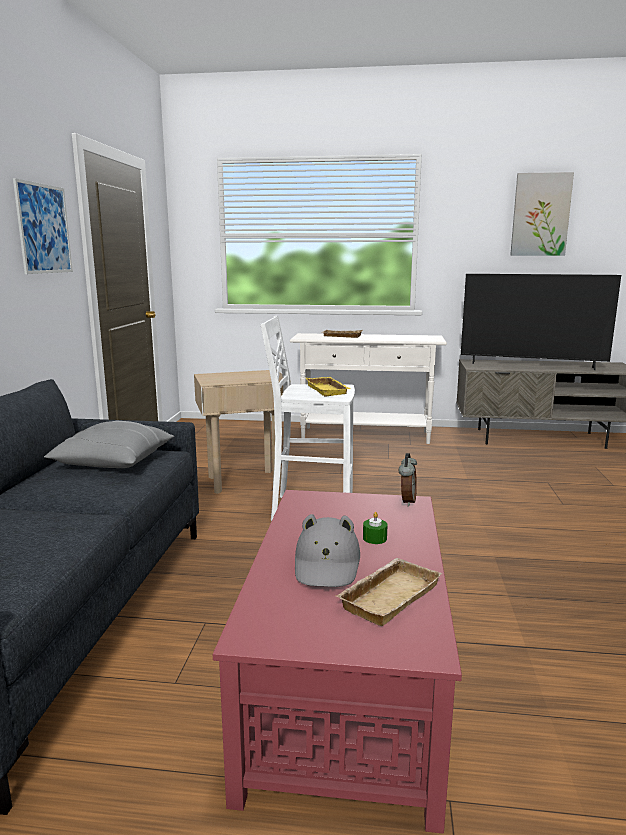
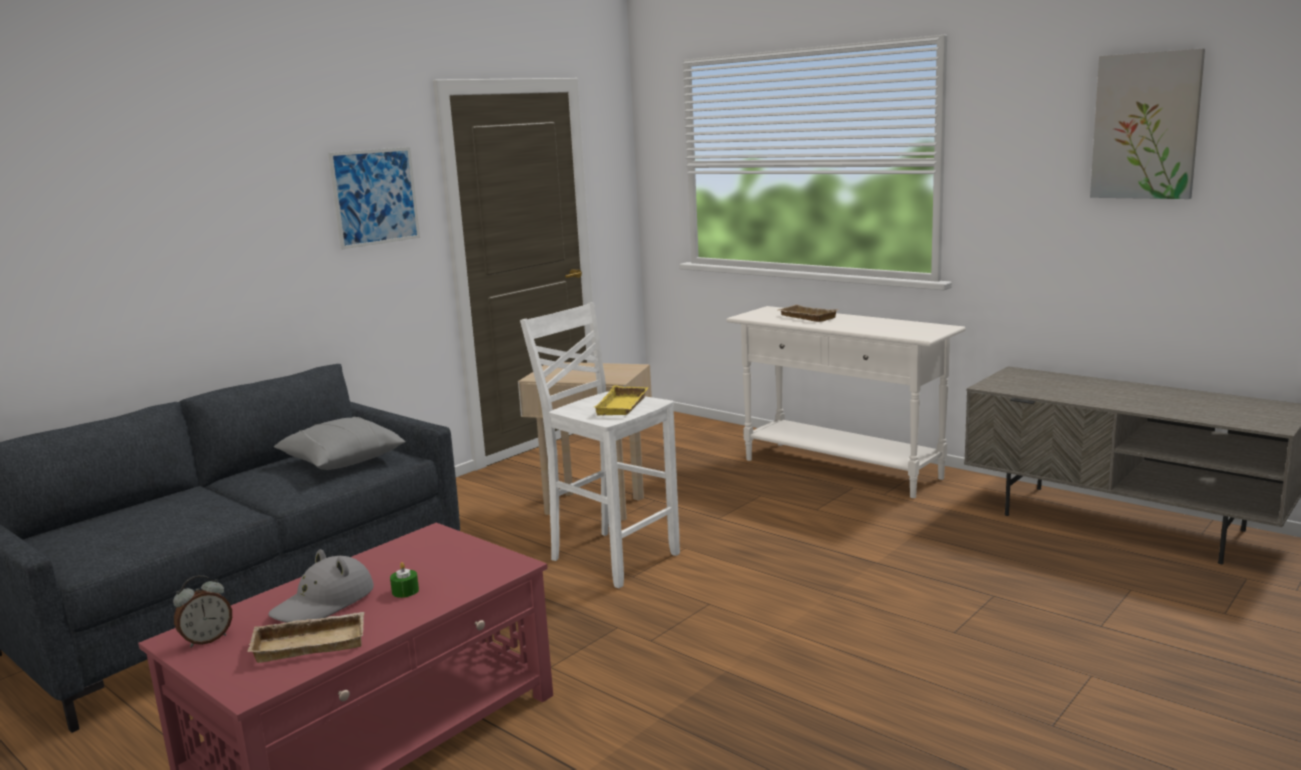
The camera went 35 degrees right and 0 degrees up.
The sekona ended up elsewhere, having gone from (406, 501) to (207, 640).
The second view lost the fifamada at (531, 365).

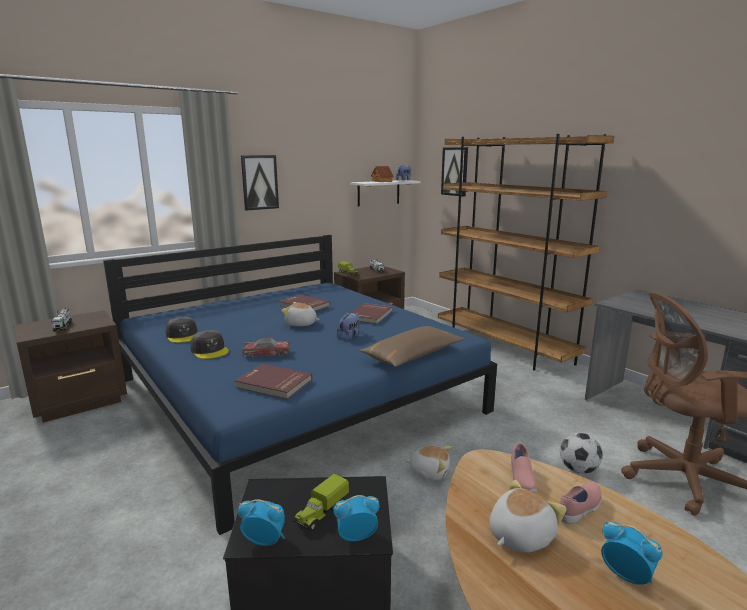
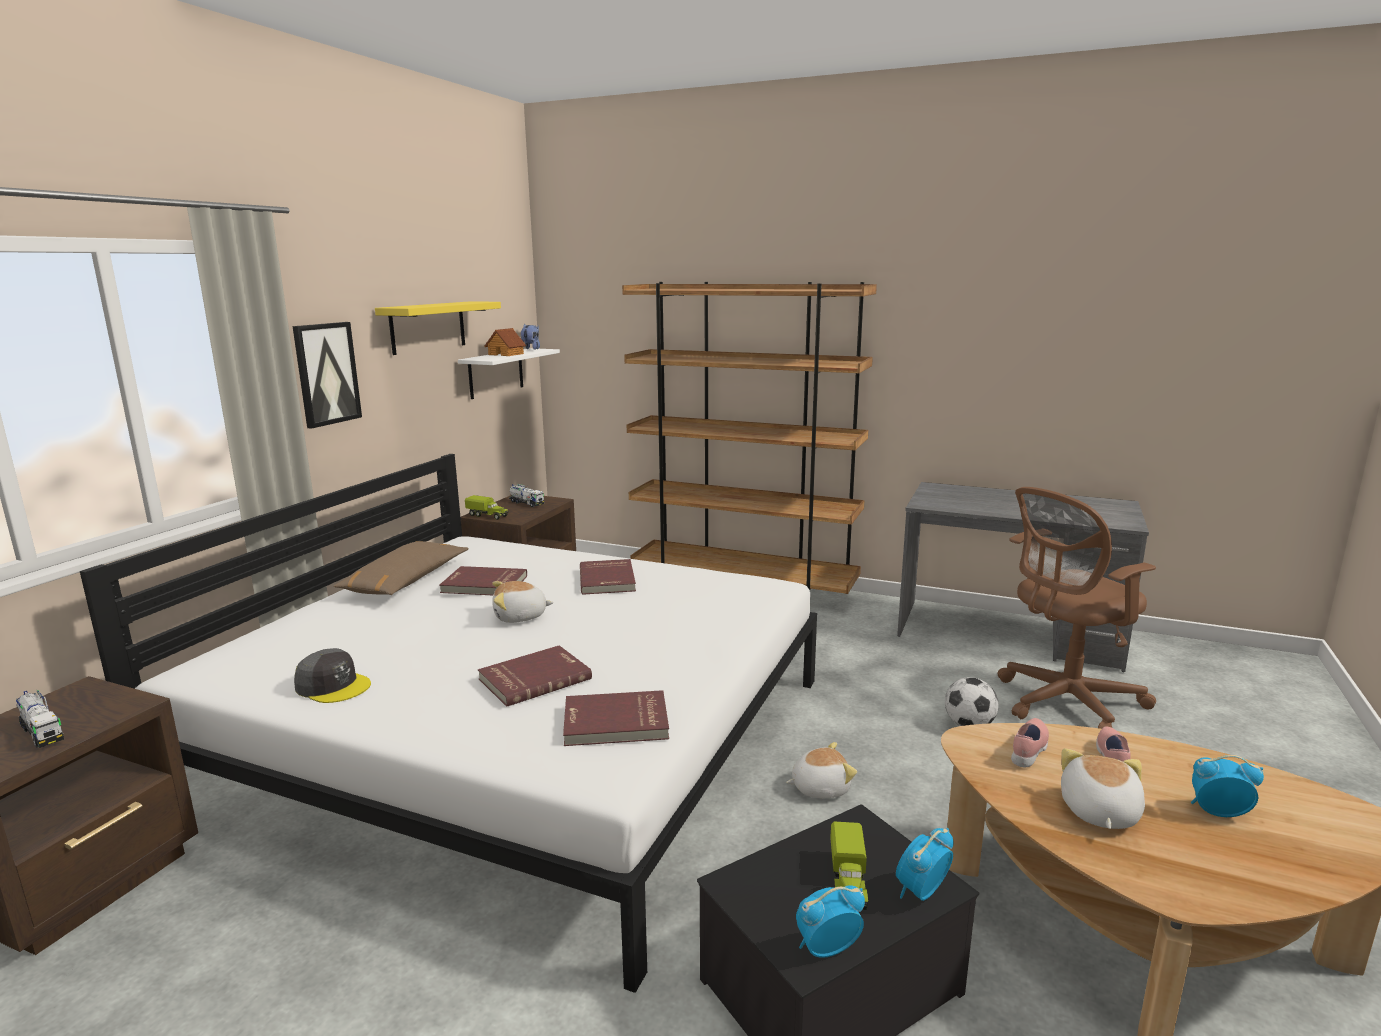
The camera went 30 degrees left and 0 degrees up.
What was the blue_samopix at (296, 394) turned into the white_samopix at (520, 738).
The second view lost the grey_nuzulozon at (210, 350).
Where the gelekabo stood at (266, 353), the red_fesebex came to stand at (534, 678).
The second view lost the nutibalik at (349, 336).
The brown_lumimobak ended up elsewhere, having gone from (412, 355) to (405, 581).
The second view lost the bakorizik at (455, 171).
The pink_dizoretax at (521, 480) ended up facing another way, 120 degrees counterclockwise from before.
The second view gained the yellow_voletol at (428, 327).

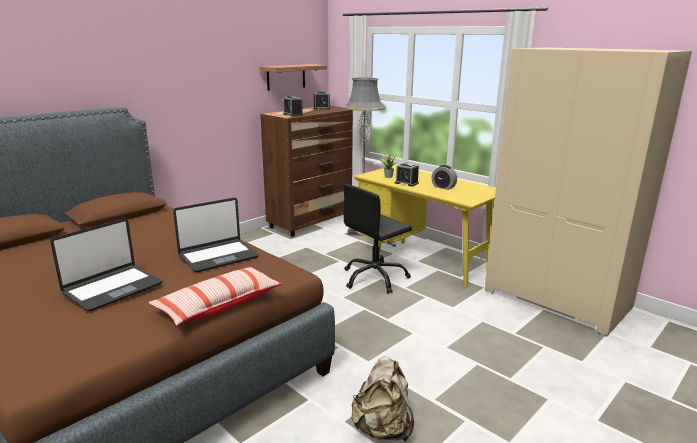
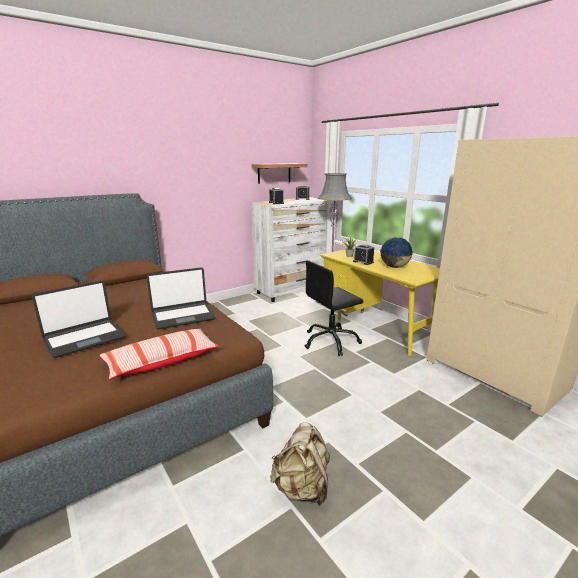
The camera went 10 degrees right and 0 degrees up.
What was the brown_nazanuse at (312, 222) turned into the white_nazanuse at (292, 290).
Where the sekona stood at (443, 187), the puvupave came to stand at (394, 267).

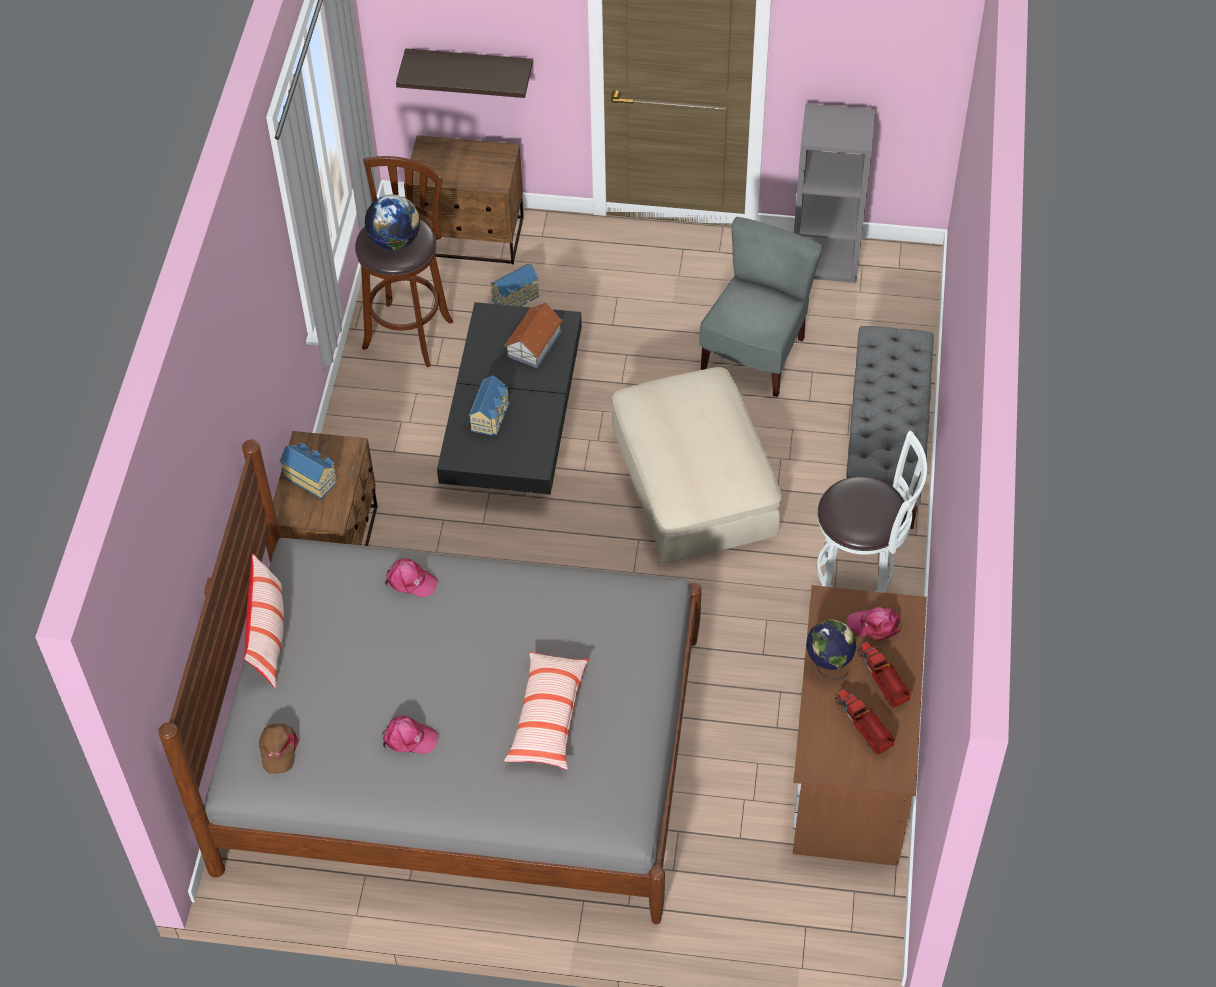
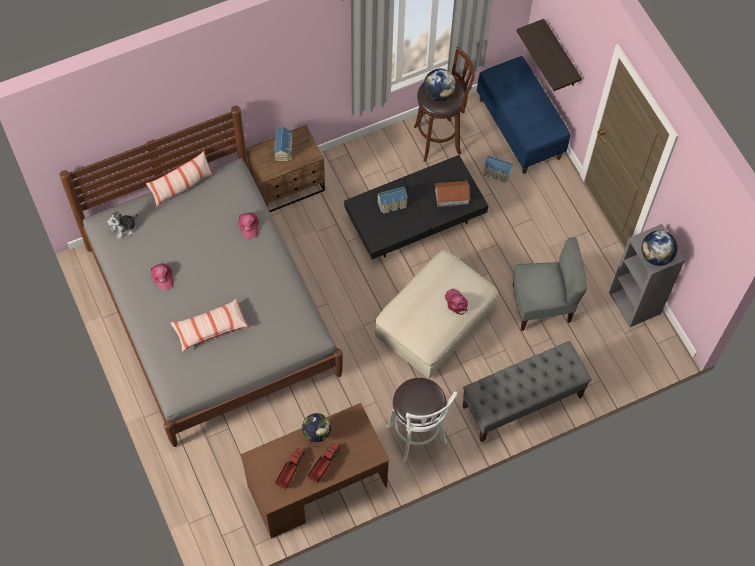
The camera went 55 degrees right and 10 degrees up.
Where the brown_nuzulozon stood at (278, 749), the nutibalik came to stand at (124, 228).
Where the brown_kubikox stood at (469, 237), the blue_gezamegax came to stand at (520, 128).
The pink_nuzulozon ended up elsewhere, having gone from (875, 625) to (456, 302).
The second view gained the puvupave at (655, 256).

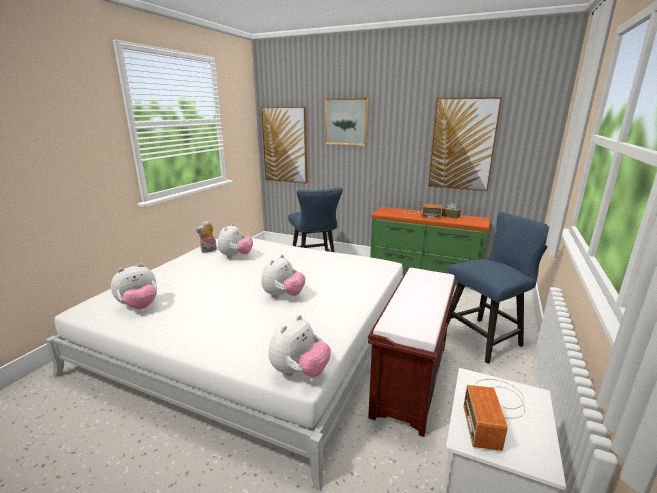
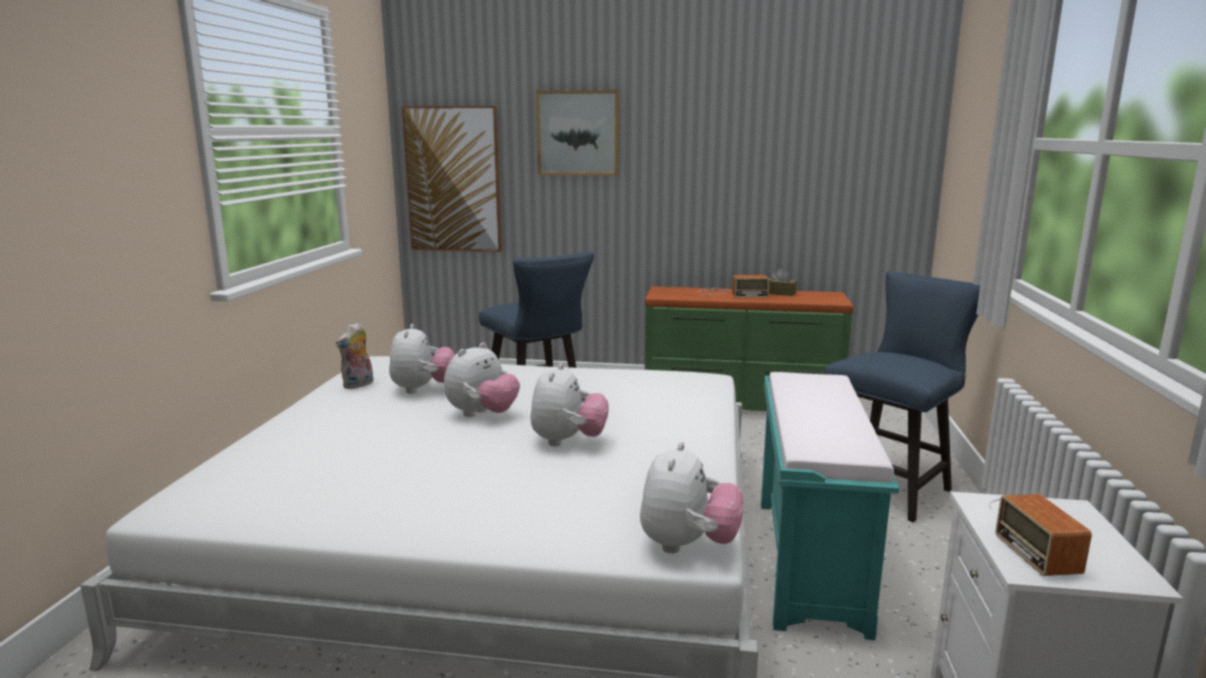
The camera went 15 degrees left and 5 degrees down.
The nutibalik ended up elsewhere, having gone from (139, 306) to (482, 414).
What was the brown_gezamegax at (411, 377) turned into the turquoise_gezamegax at (807, 560).
The second view lost the bakorizik at (462, 144).

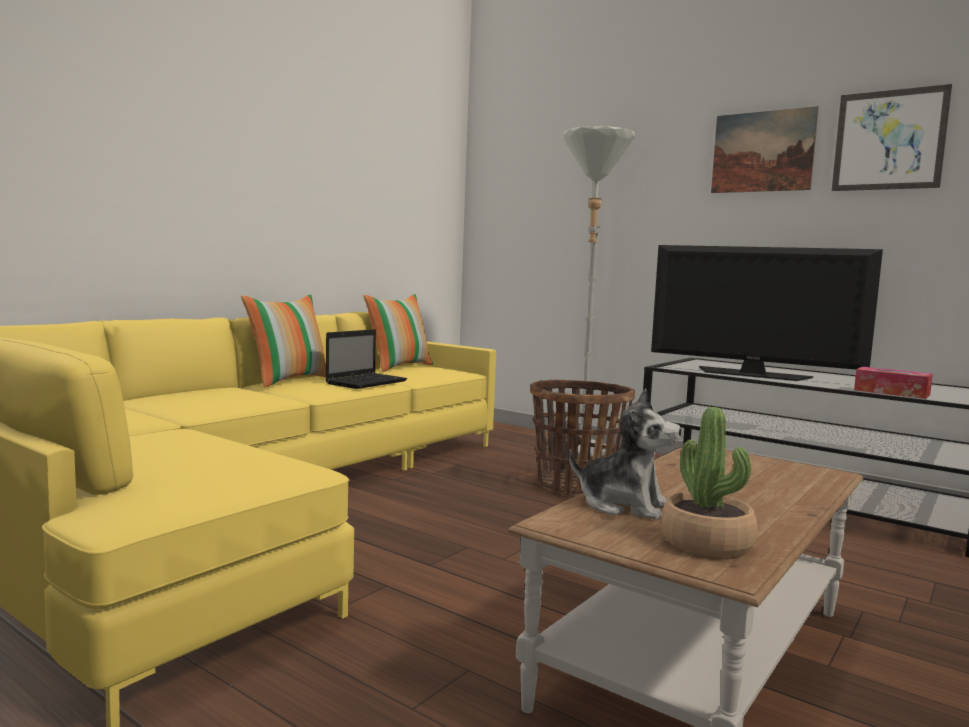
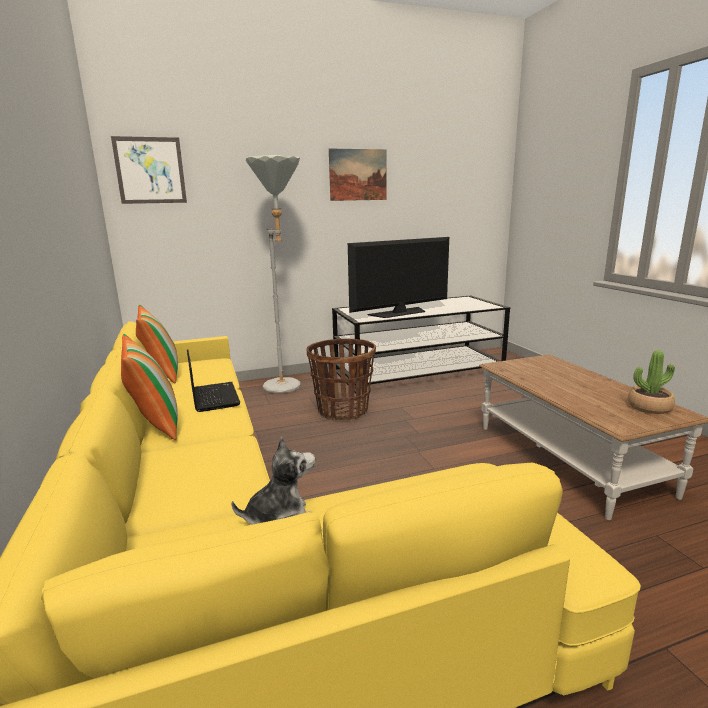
The camera went 55 degrees left and 10 degrees up.
The nutibalik ended up elsewhere, having gone from (624, 505) to (280, 519).
The bakorizik ended up elsewhere, having gone from (889, 140) to (150, 170).
The second view lost the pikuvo at (891, 392).

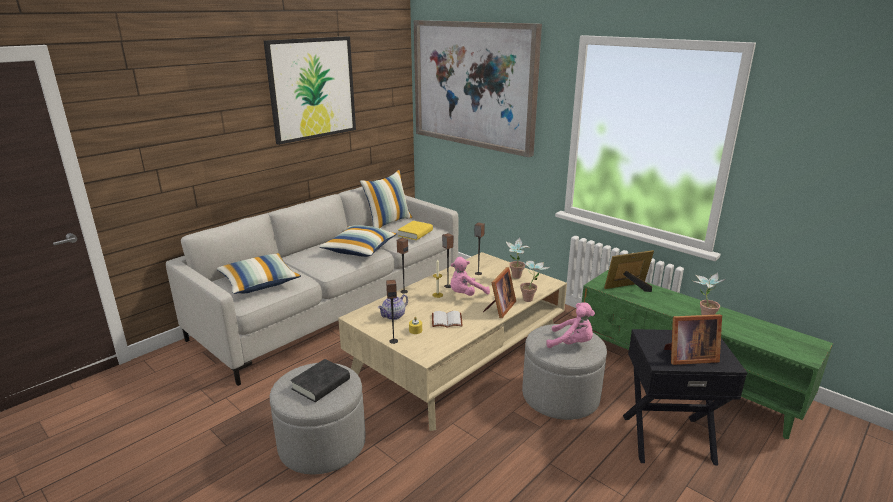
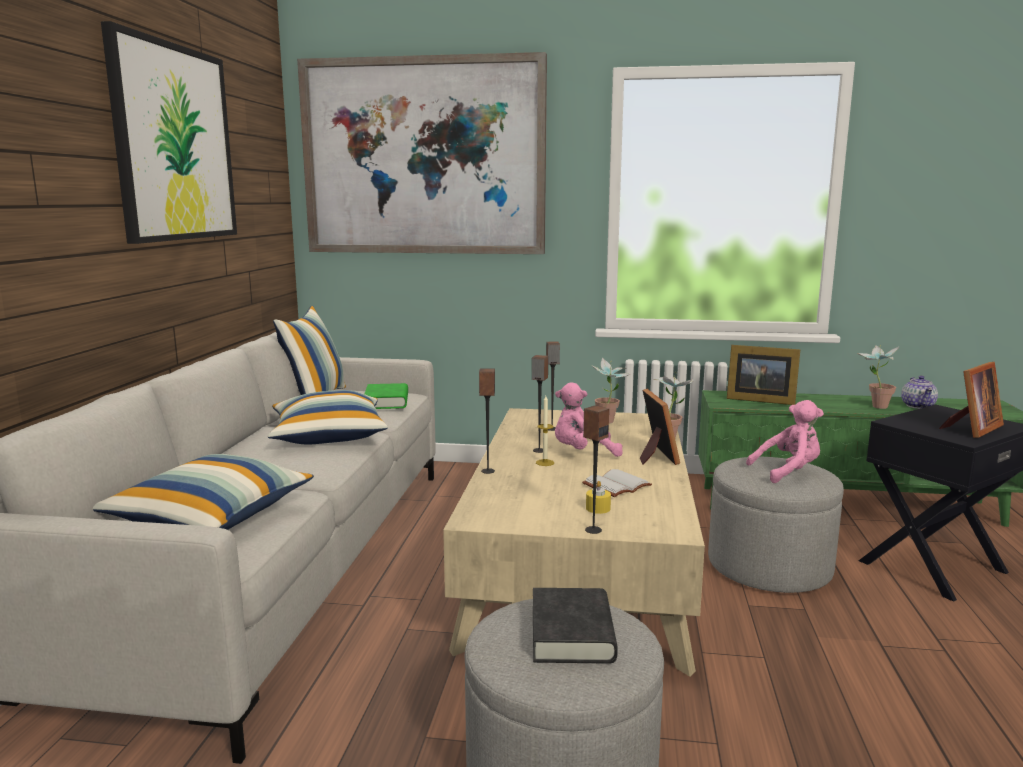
The camera went 35 degrees left and 10 degrees down.
The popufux ended up elsewhere, having gone from (394, 316) to (918, 406).
What was the yellow_fesebex at (415, 233) turned into the green_fesebex at (386, 401).
The pink_nutibalik at (466, 294) ended up facing another way, 60 degrees clockwise from before.
The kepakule at (629, 288) ended up facing another way, 105 degrees counterclockwise from before.

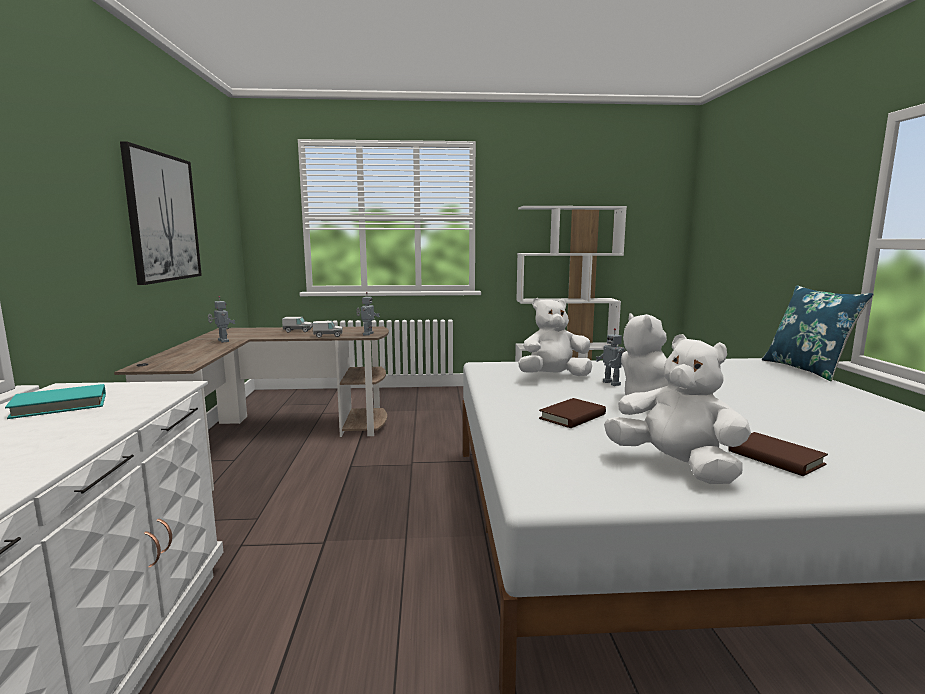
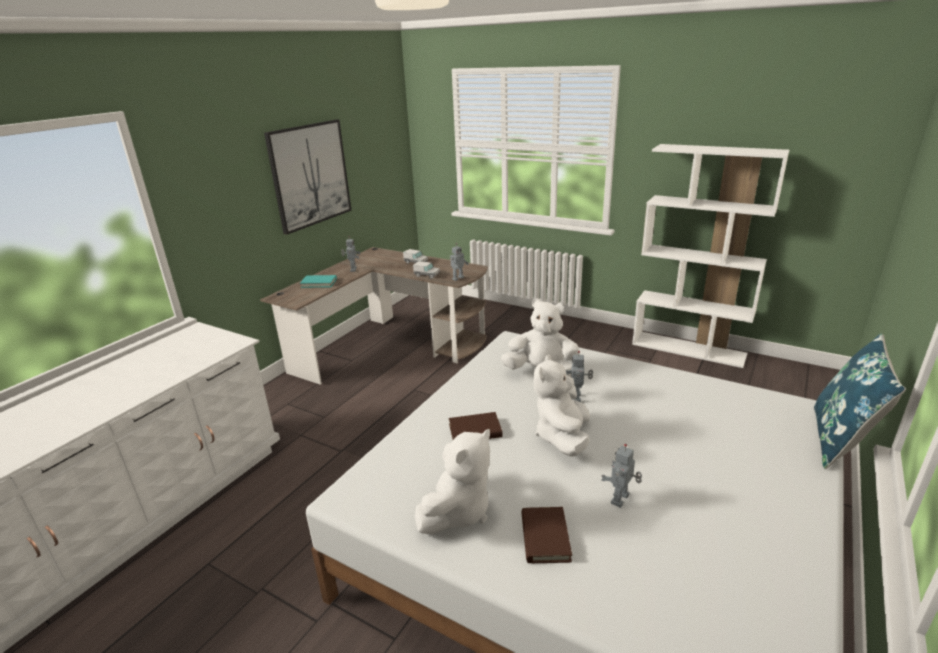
The camera went 35 degrees right and 15 degrees up.
The turquoise_fesebex ended up elsewhere, having gone from (60, 405) to (319, 283).
The white_nutibalik at (675, 466) ended up facing another way, 45 degrees clockwise from before.
The second view gained the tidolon at (621, 500).

